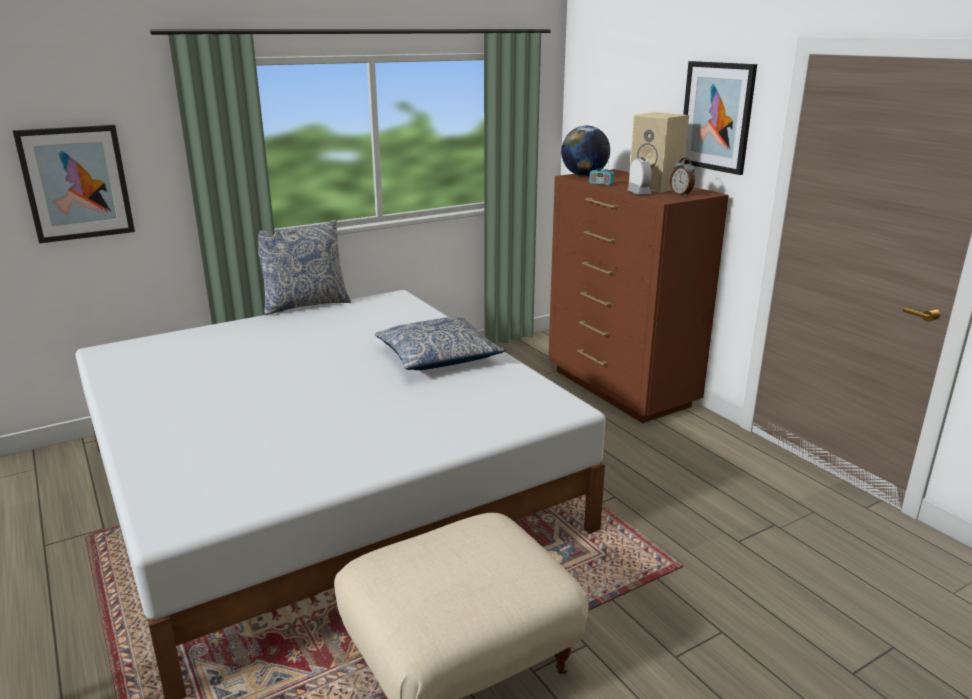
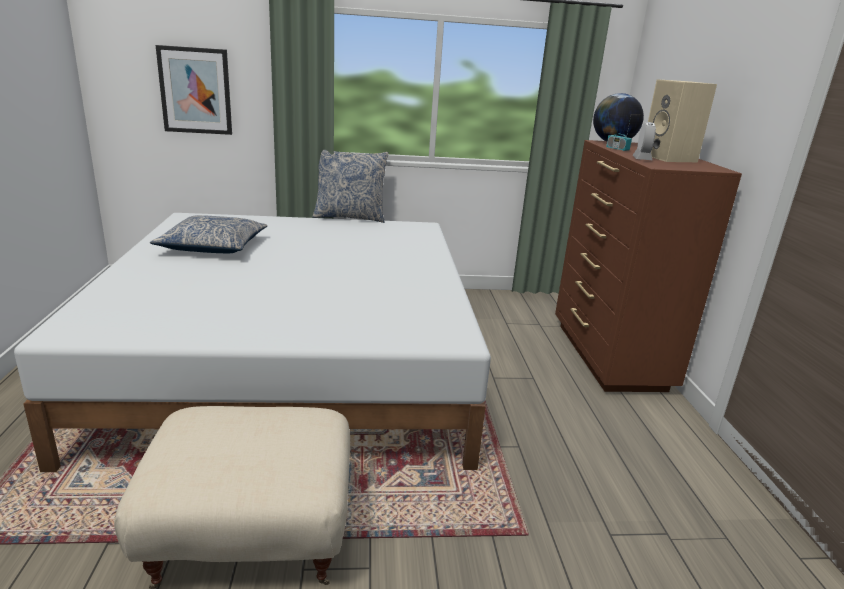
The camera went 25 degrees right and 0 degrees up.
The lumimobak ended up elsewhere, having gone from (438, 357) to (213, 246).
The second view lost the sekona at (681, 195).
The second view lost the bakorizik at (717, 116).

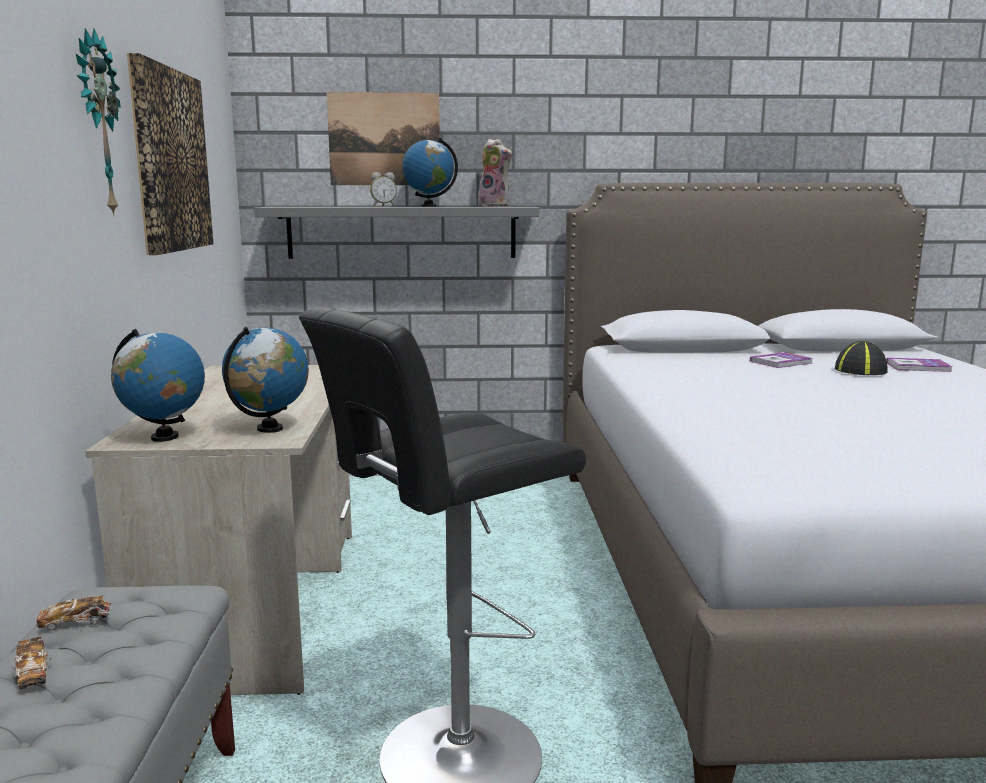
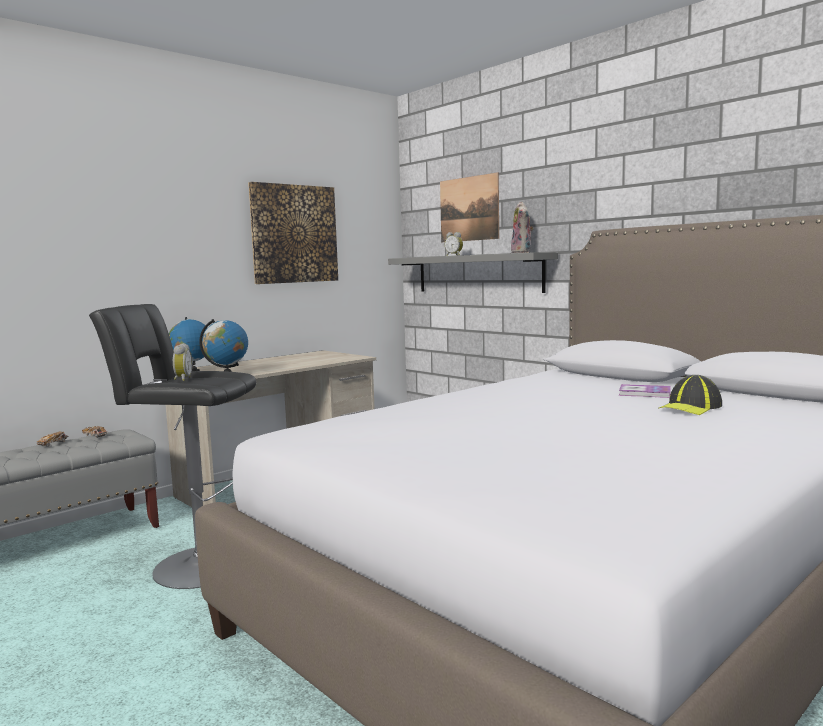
The camera went 50 degrees right and 5 degrees down.
The second view lost the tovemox at (96, 124).
The second view lost the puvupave at (428, 206).
The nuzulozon at (860, 369) ended up facing another way, 150 degrees clockwise from before.
The second view lost the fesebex at (918, 367).
The second view gained the sekona at (182, 379).

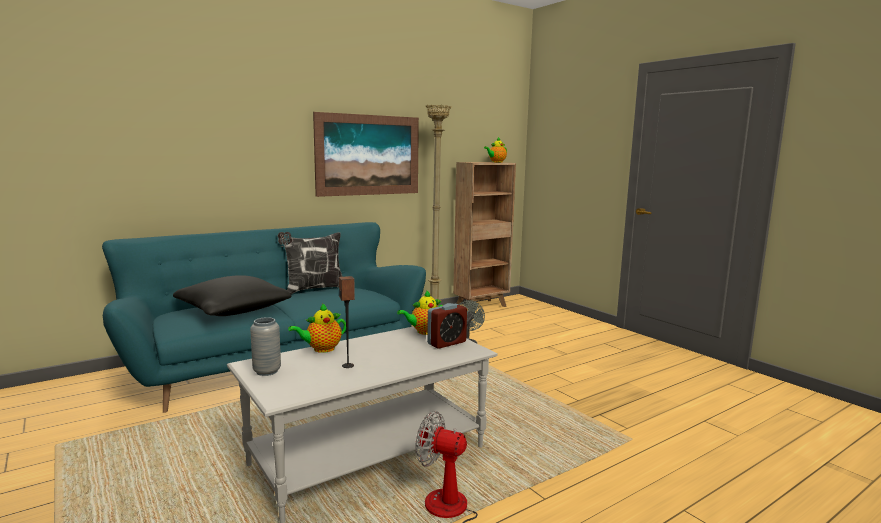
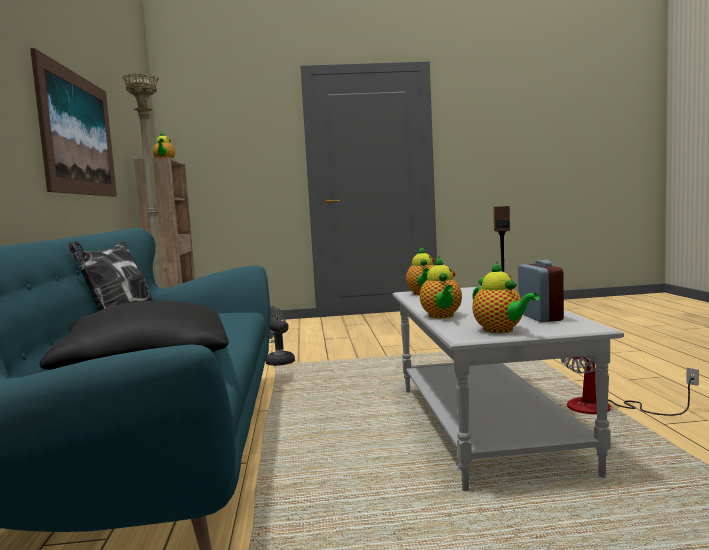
The camera went 60 degrees left and 5 degrees down.
Where the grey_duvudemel stood at (267, 371), the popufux came to stand at (501, 330).
The sekona ended up elsewhere, having gone from (446, 343) to (540, 317).

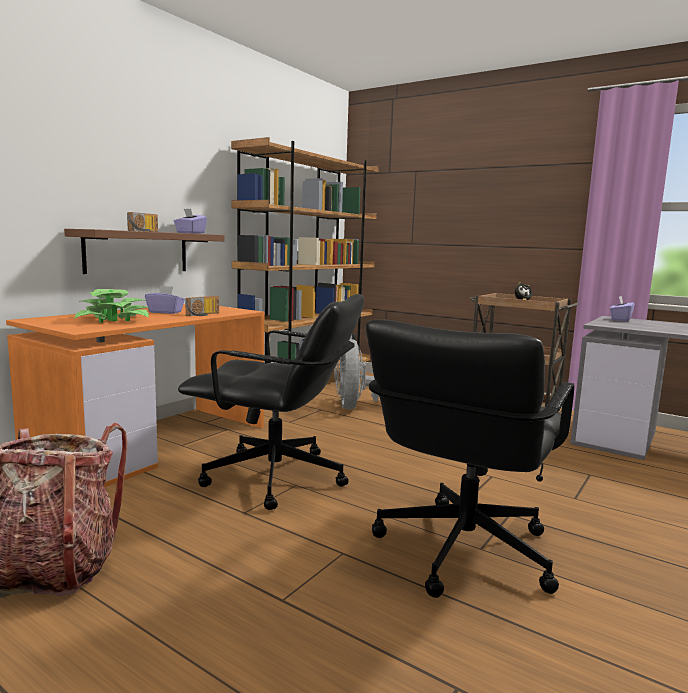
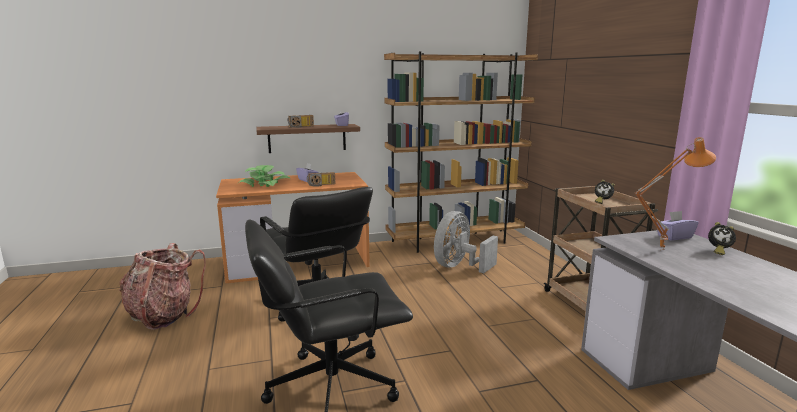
The camera went 40 degrees right and 5 degrees up.
The second view gained the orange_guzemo at (660, 249).
The second view gained the sekona at (718, 251).

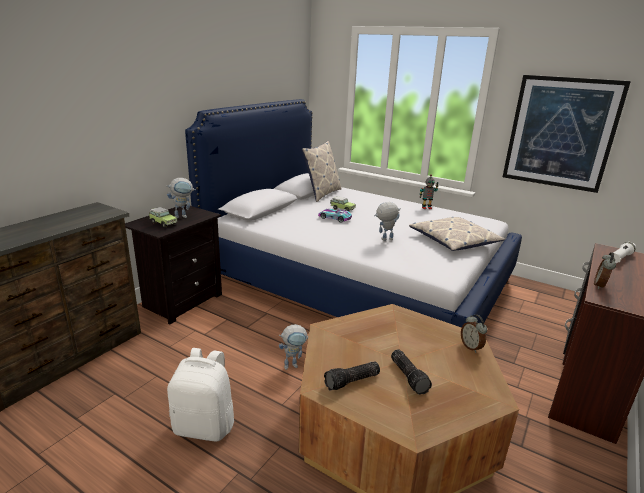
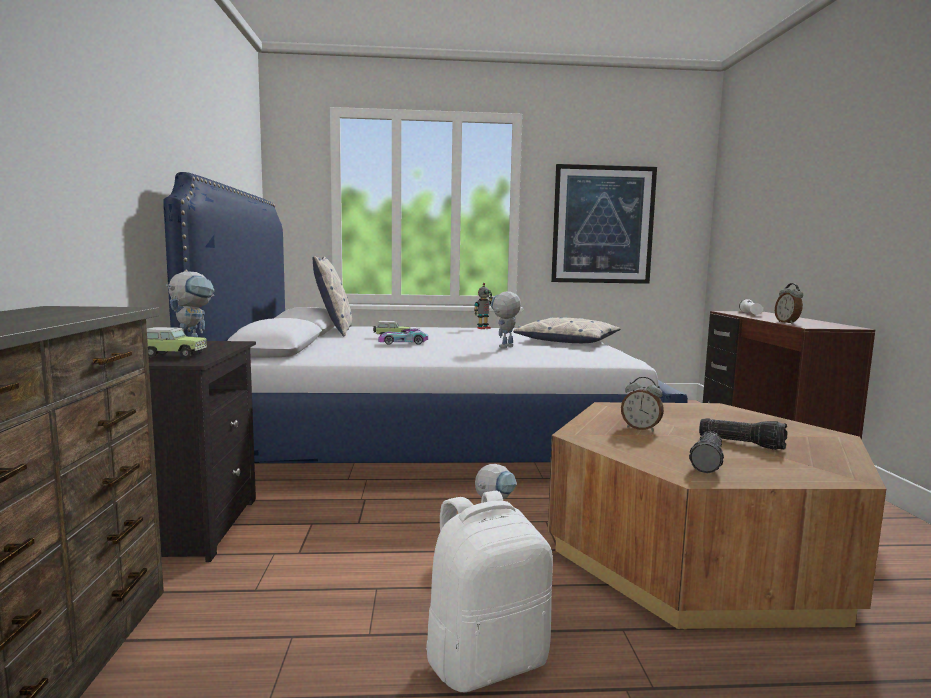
The camera went 35 degrees left and 15 degrees down.
The sekona ended up elsewhere, having gone from (471, 347) to (641, 428).

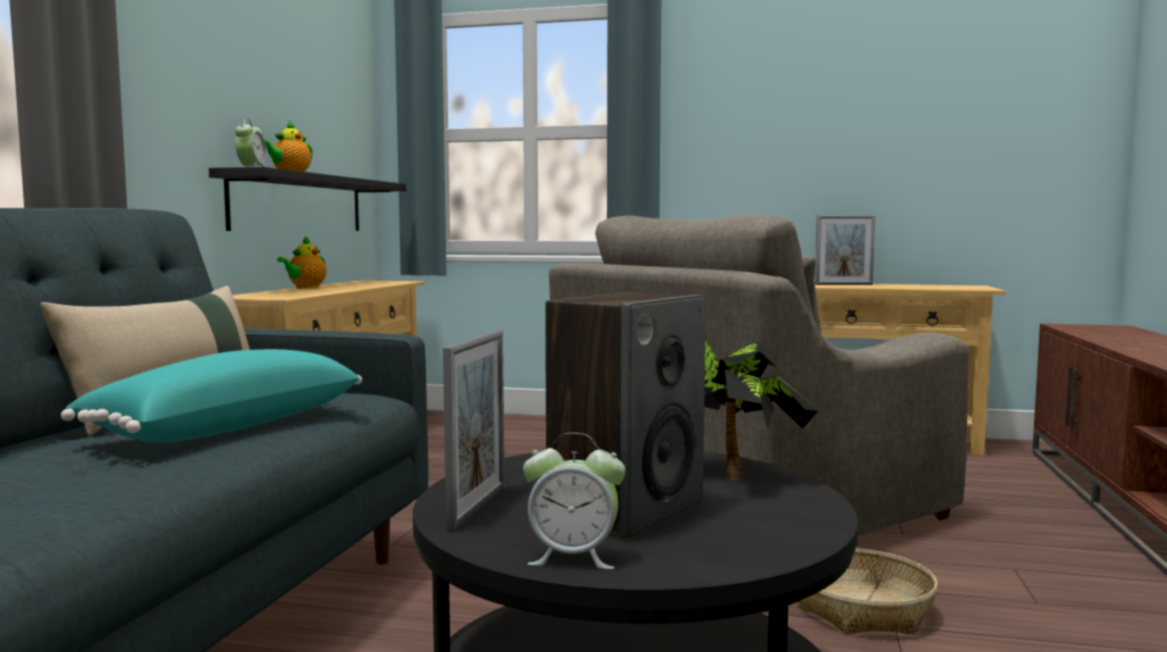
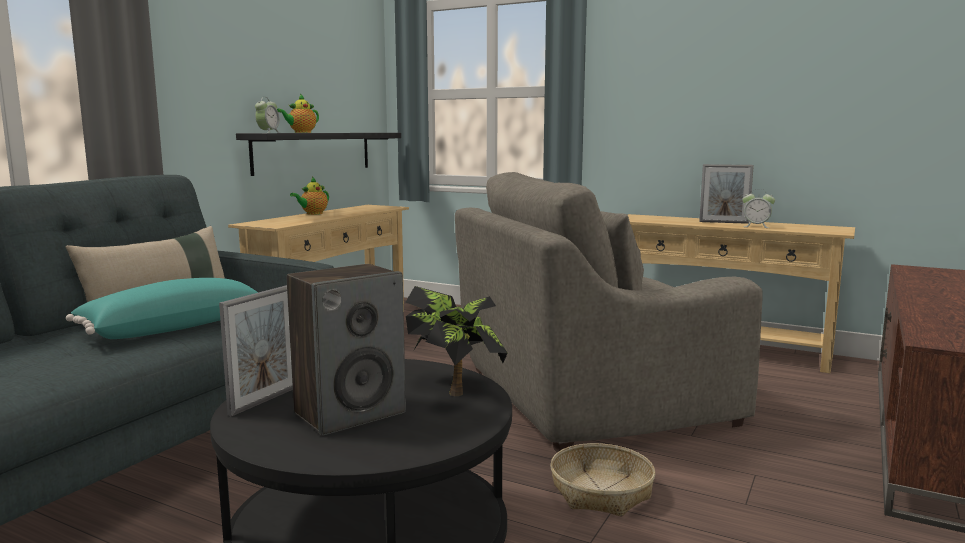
The camera went 15 degrees right and 5 degrees up.
The sekona ended up elsewhere, having gone from (573, 557) to (756, 226).

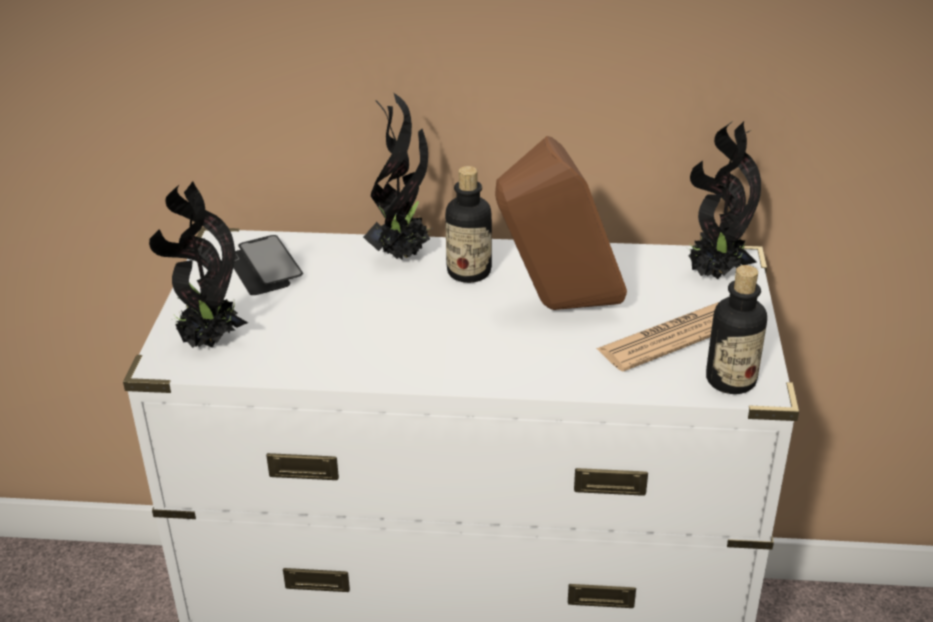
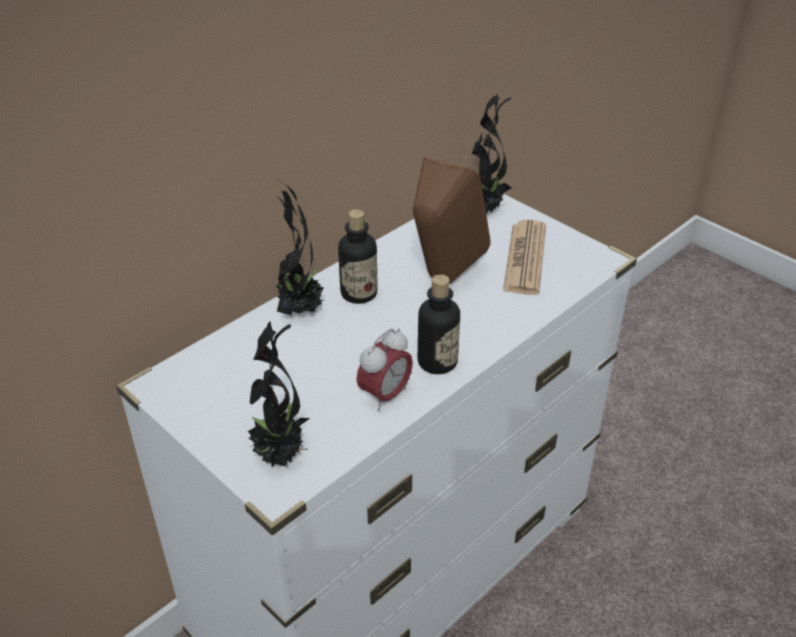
The camera went 50 degrees left and 5 degrees up.
The second view lost the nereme at (264, 268).
The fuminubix ended up elsewhere, having gone from (730, 380) to (437, 362).
The second view gained the sekona at (385, 395).

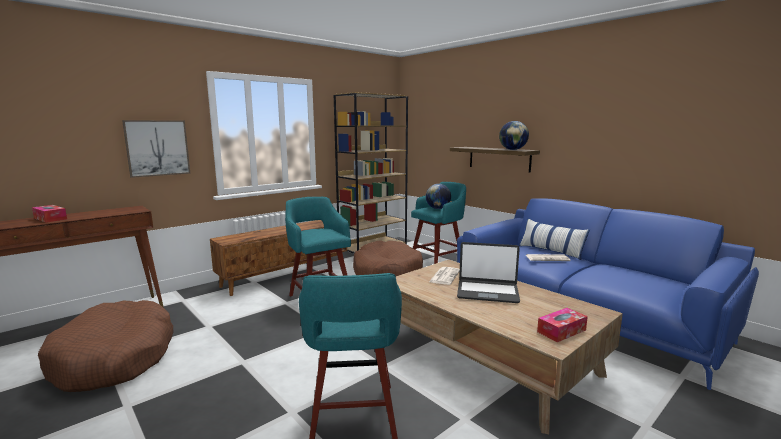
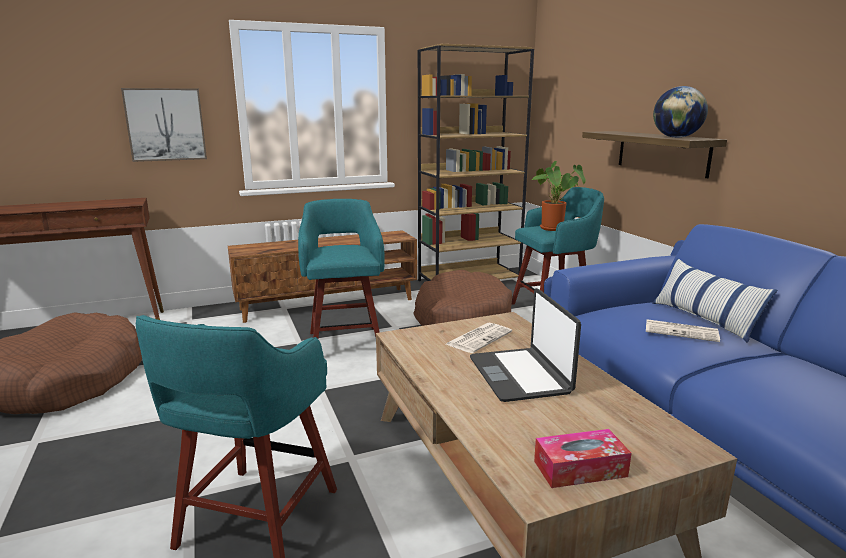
The camera went 20 degrees right and 5 degrees up.
The second view lost the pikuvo at (50, 218).
Where the puvupave stood at (438, 208), the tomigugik came to stand at (554, 229).
The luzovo at (487, 292) ended up facing another way, 45 degrees clockwise from before.

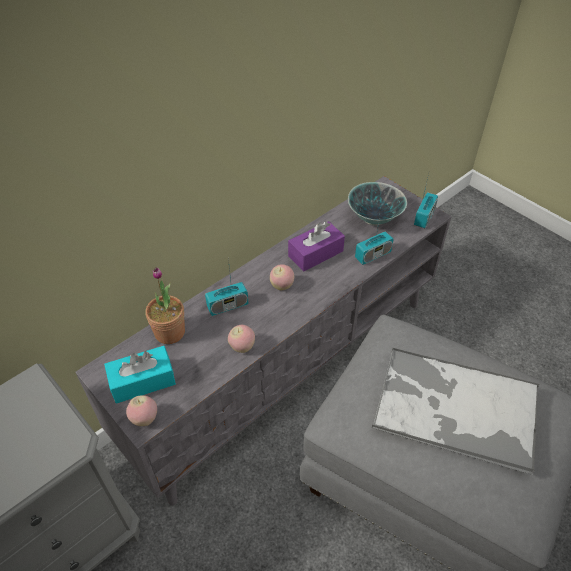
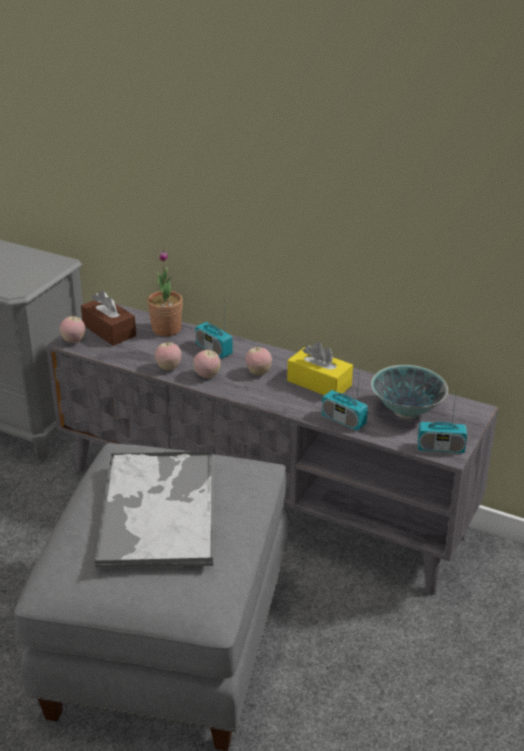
The camera went 70 degrees right and 15 degrees down.
What was the turquoise_pikuvo at (142, 381) turned into the brown_pikuvo at (109, 330).
What was the purple_pikuvo at (315, 253) turned into the yellow_pikuvo at (319, 383).
The second view gained the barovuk at (207, 375).

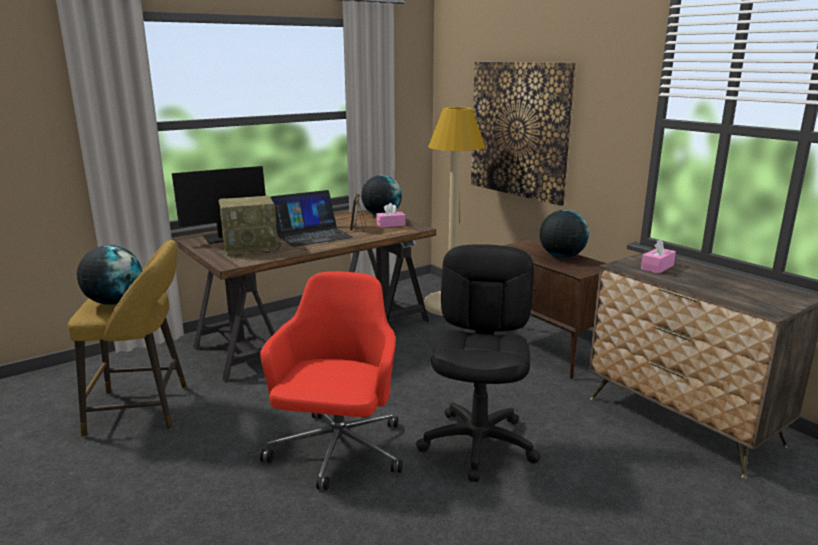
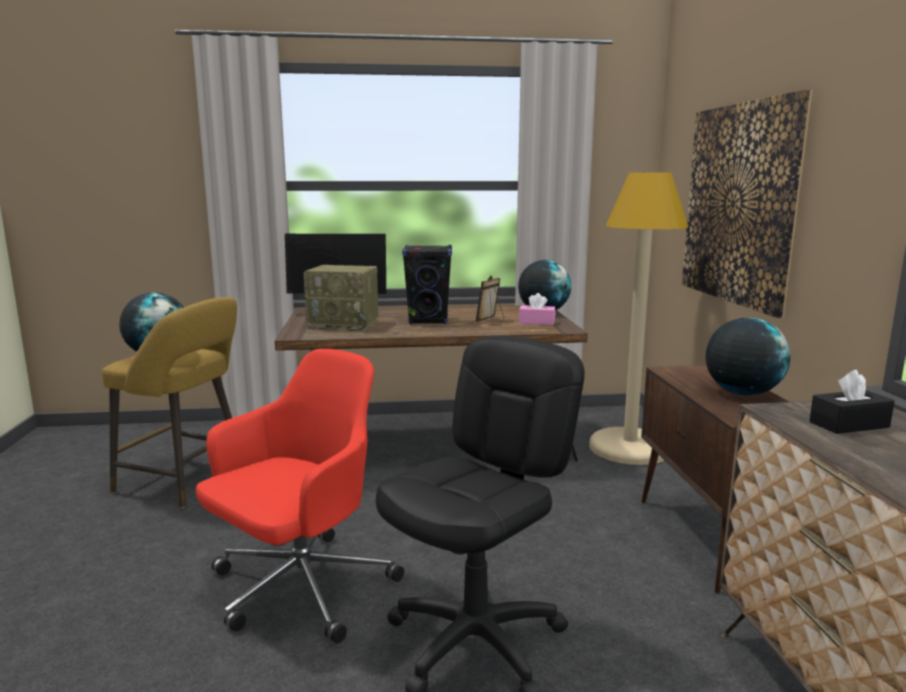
The camera went 30 degrees right and 5 degrees down.
Where the luzovo stood at (312, 235), the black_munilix came to stand at (428, 321).
What was the pink_pikuvo at (657, 267) turned into the black_pikuvo at (849, 424).

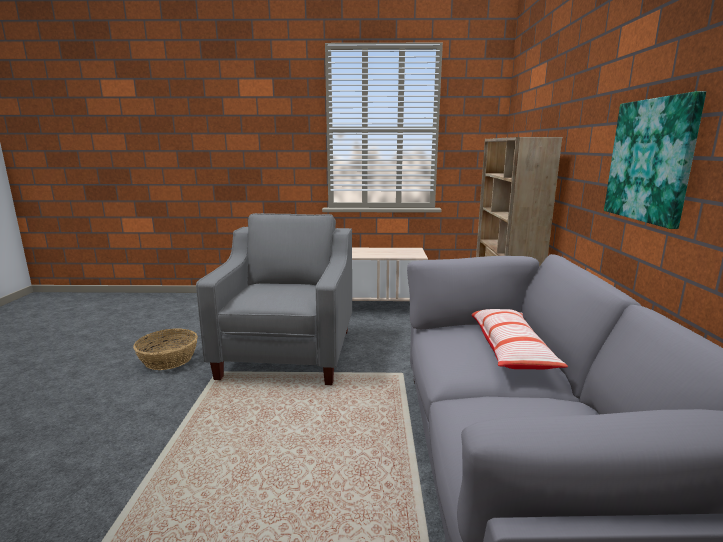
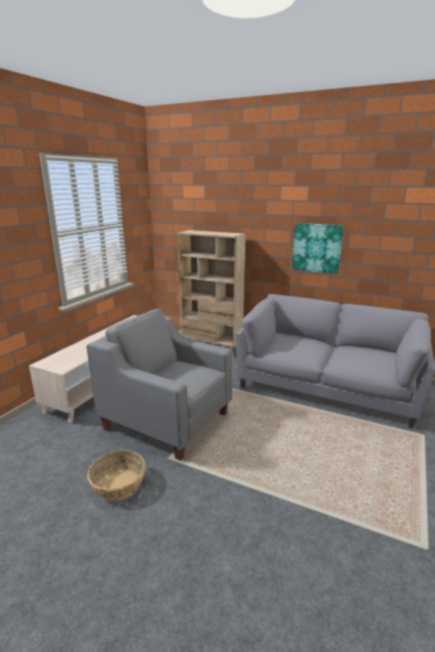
The camera went 65 degrees left and 5 degrees up.
The second view lost the lumimobak at (510, 349).

